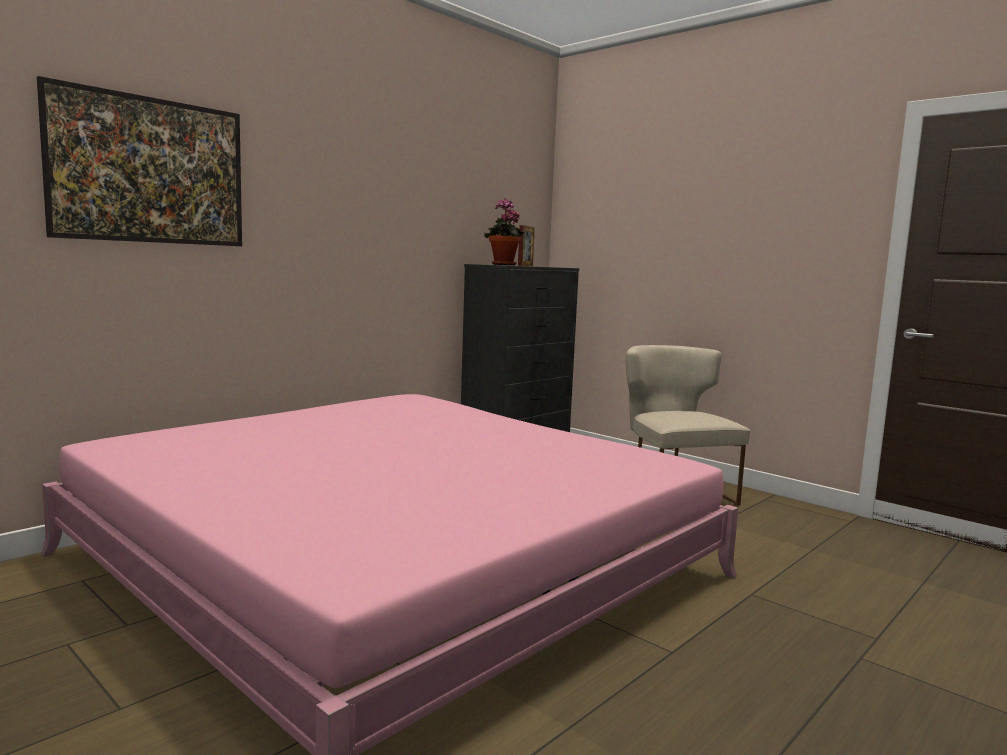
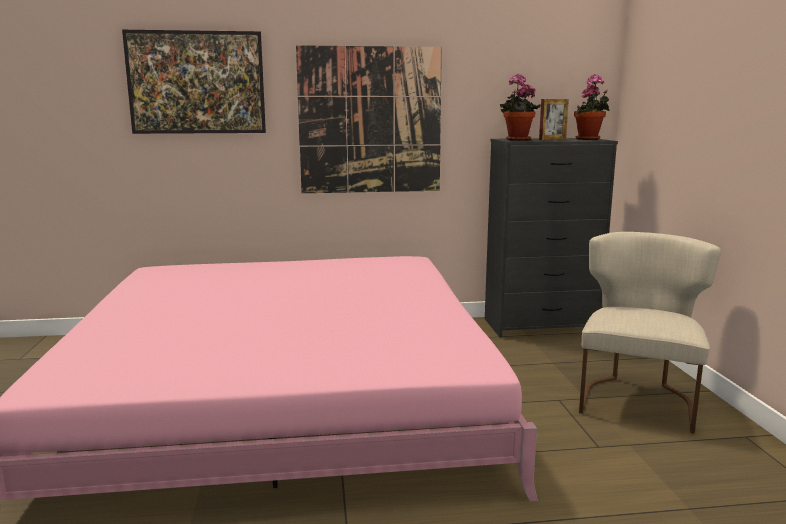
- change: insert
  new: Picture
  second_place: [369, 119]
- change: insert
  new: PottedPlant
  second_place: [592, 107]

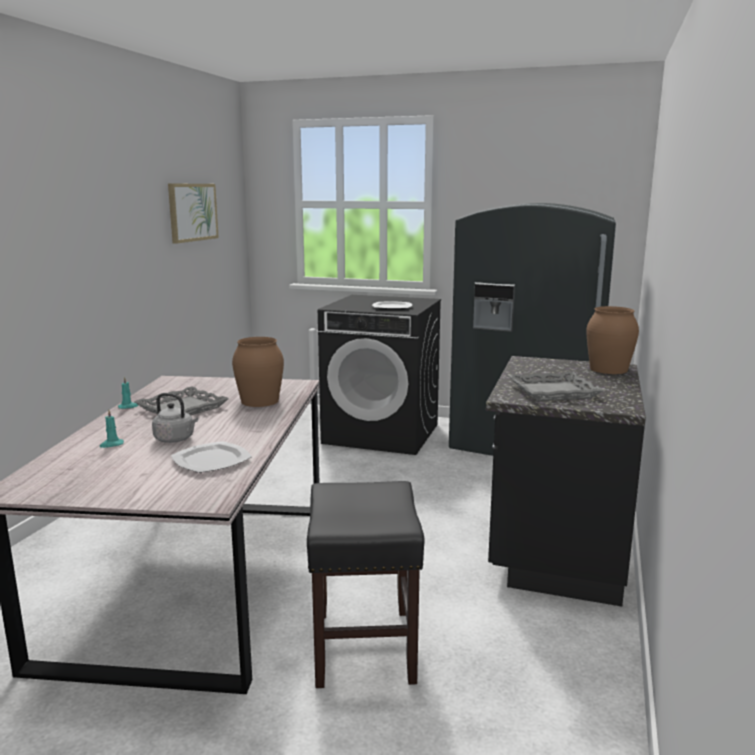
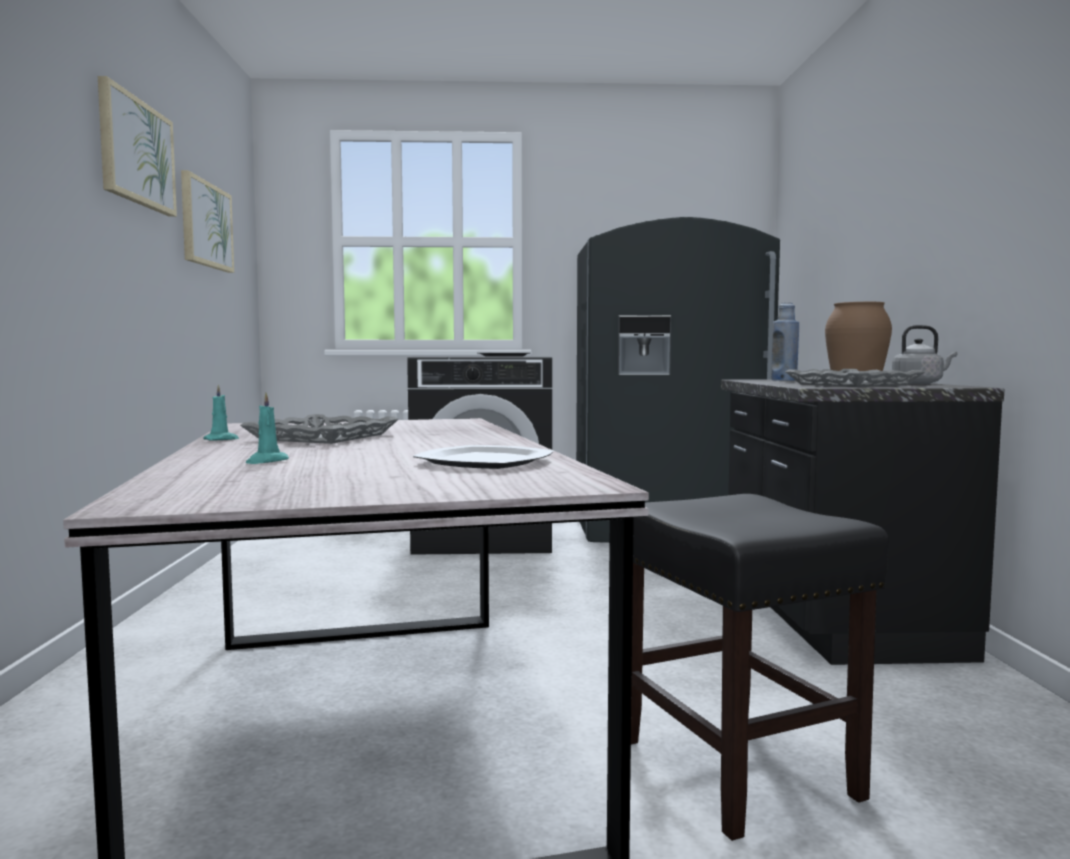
- change: move
  old: GreyKettle
  first_place: [175, 418]
  second_place: [924, 354]
- change: delete
  old: BrownVase
  first_place: [258, 372]
- change: insert
  new: Picture
  second_place: [137, 146]
- change: insert
  new: BlueBottle
  second_place: [785, 341]

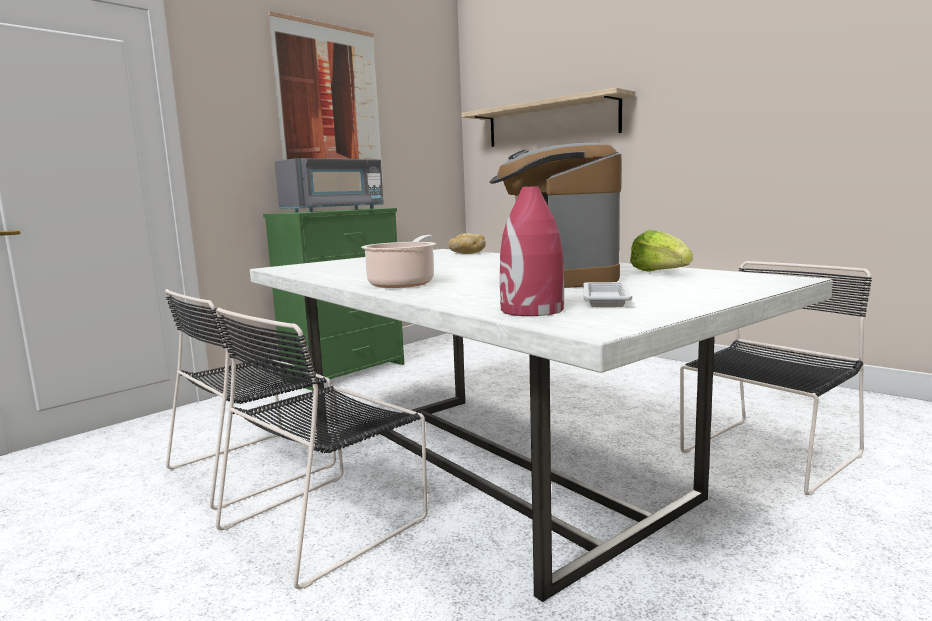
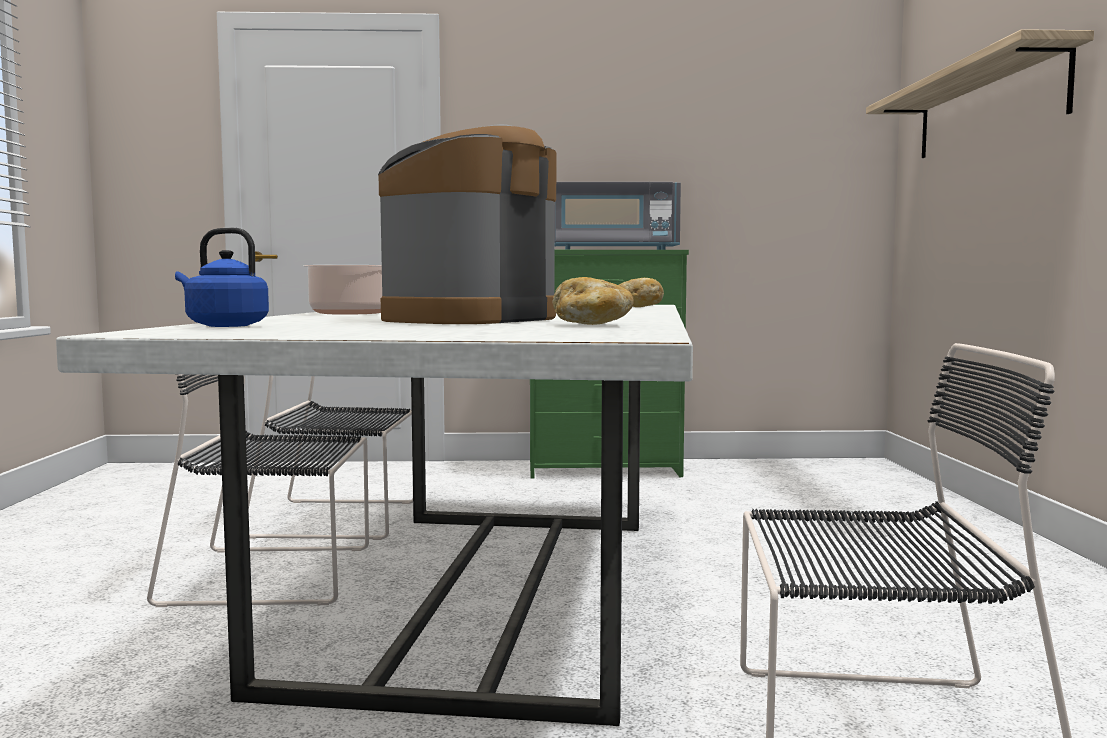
- change: delete
  old: Picture
  first_place: [326, 99]
- change: replace
  old: RedVase
  new: BlueKettle
  first_place: [532, 251]
  second_place: [222, 277]
- change: delete
  old: WhiteTray
  first_place: [607, 294]
- change: replace
  old: Lettuce
  new: Bread
  first_place: [661, 251]
  second_place: [593, 301]

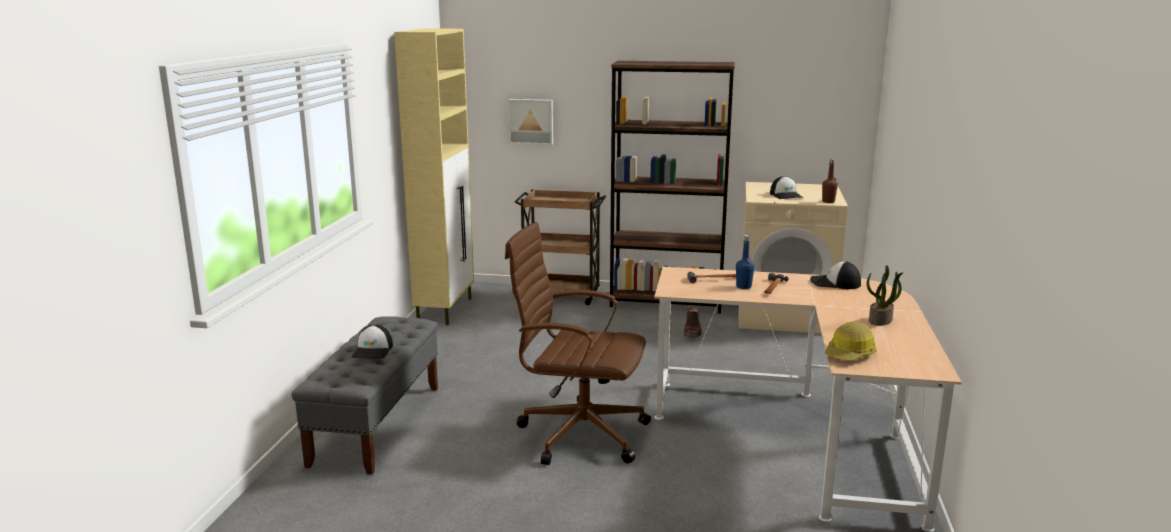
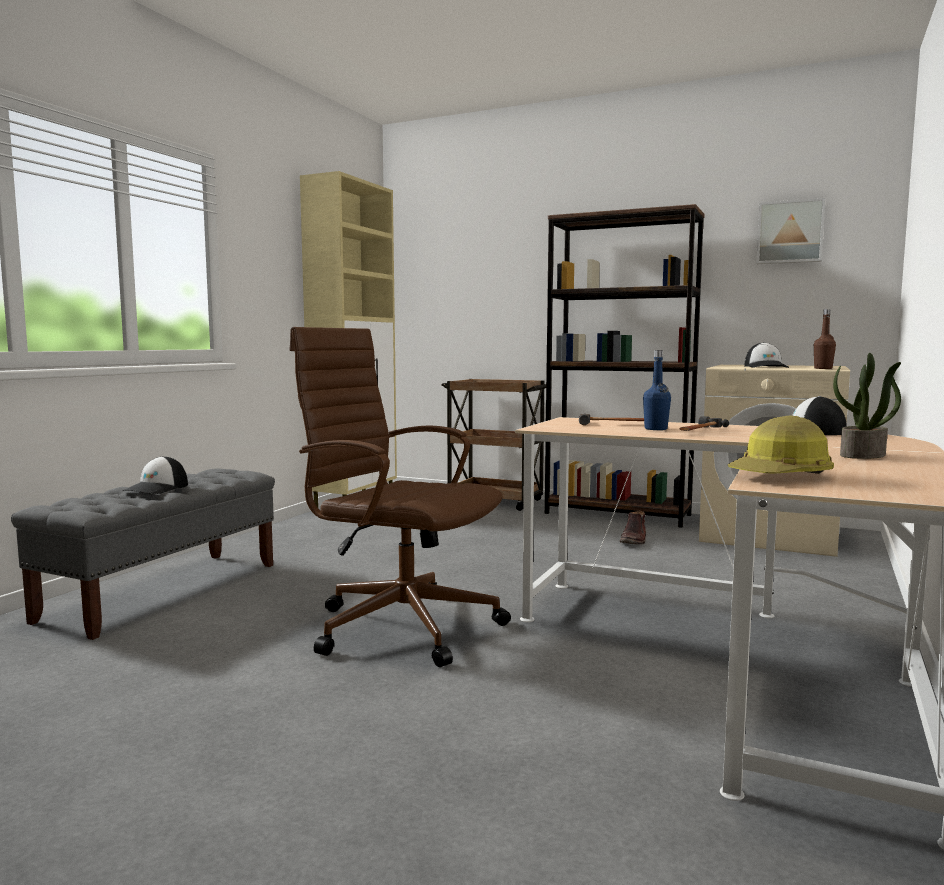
- change: move
  old: Picture
  first_place: [530, 122]
  second_place: [791, 231]

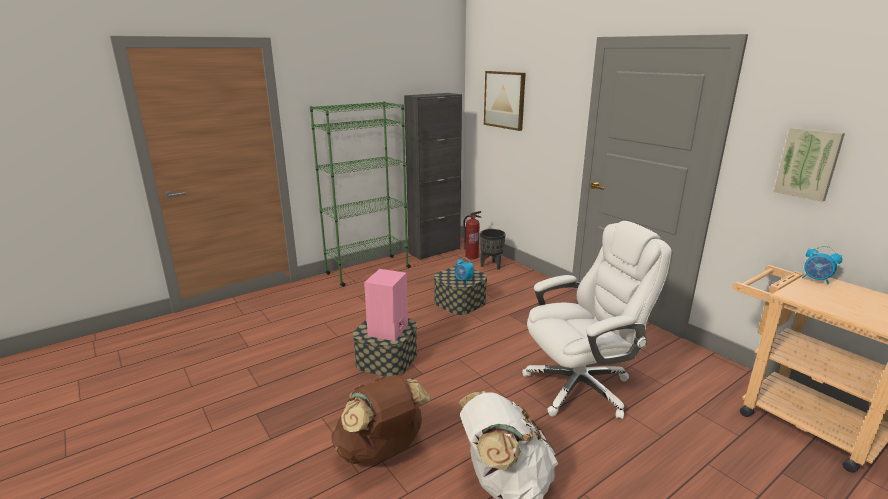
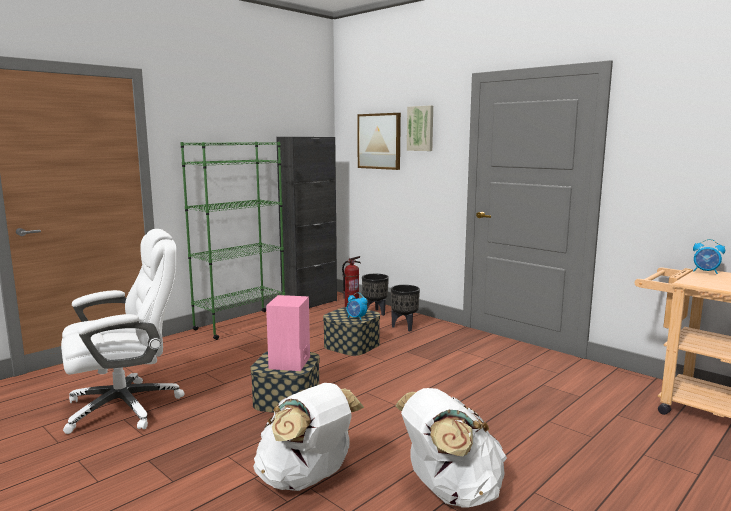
- change: recolor
  old: BrownBackpack
  new: WhiteBackpack
  first_place: [381, 420]
  second_place: [308, 437]
- change: move
  old: WhiteOfficeChair
  first_place: [596, 320]
  second_place: [123, 331]
- change: move
  old: Picture
  first_place: [809, 164]
  second_place: [420, 128]
- change: insert
  new: BlackPlanter
  second_place: [405, 308]

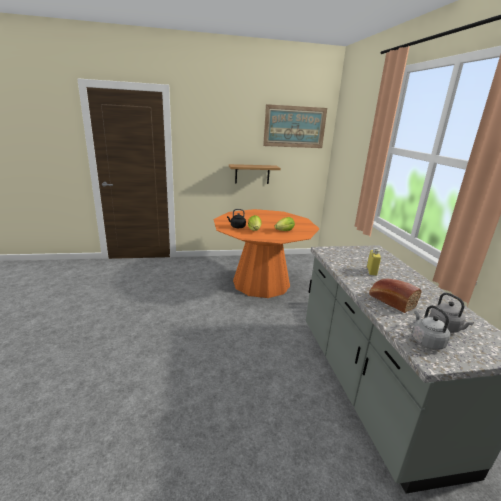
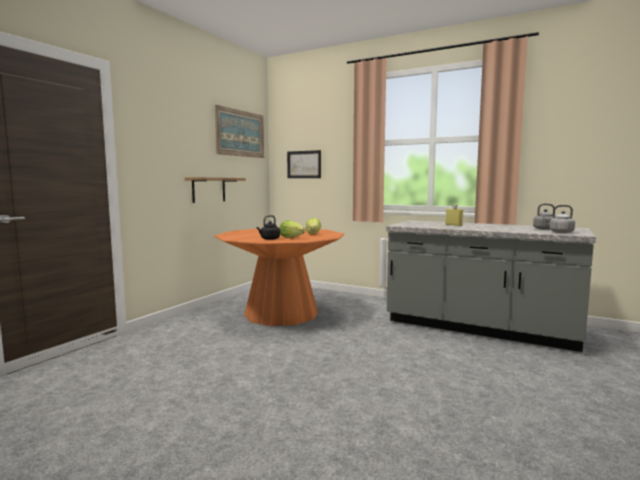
- change: delete
  old: Bread
  first_place: [395, 296]
- change: insert
  new: Picture
  second_place: [304, 164]

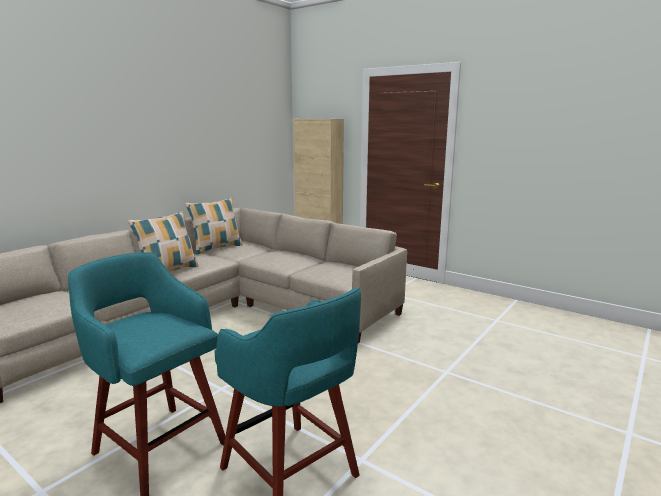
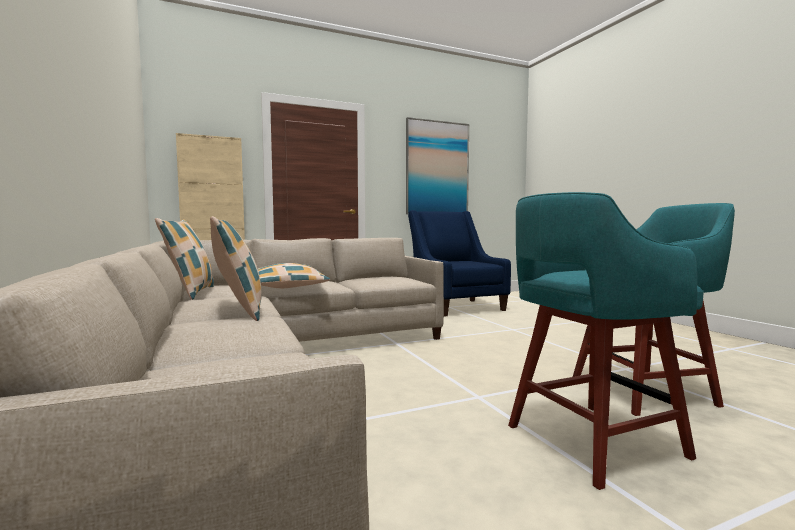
- change: insert
  new: Pillow
  second_place: [294, 275]
- change: insert
  new: Picture
  second_place: [437, 165]
- change: insert
  new: BlueArmchair
  second_place: [459, 263]

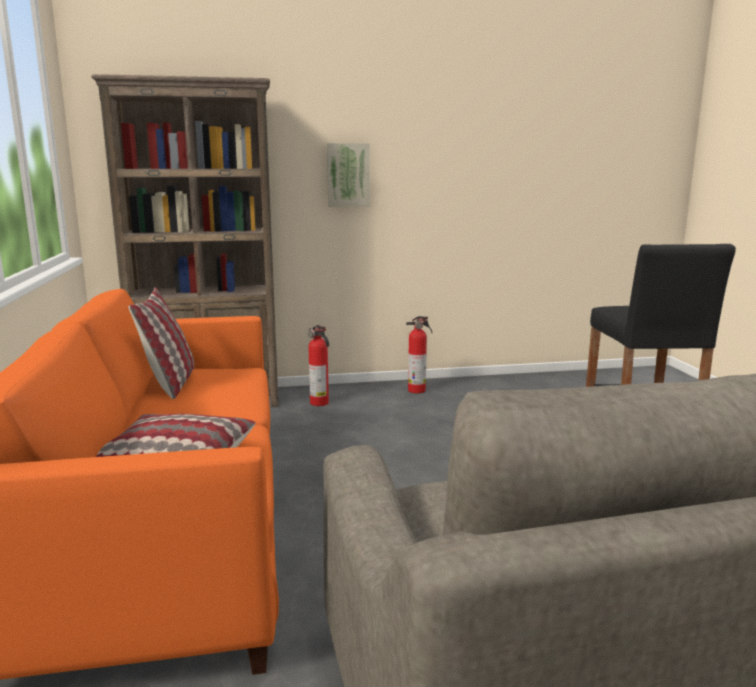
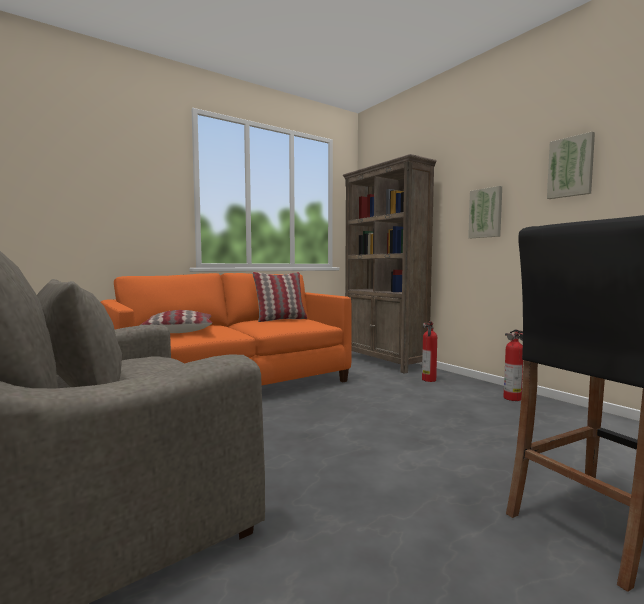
- change: insert
  new: Picture
  second_place: [571, 165]

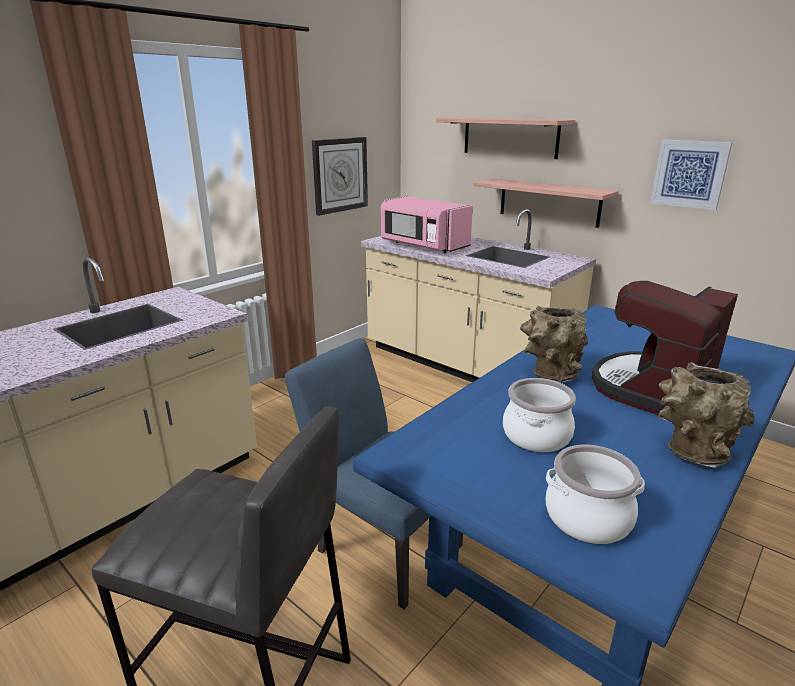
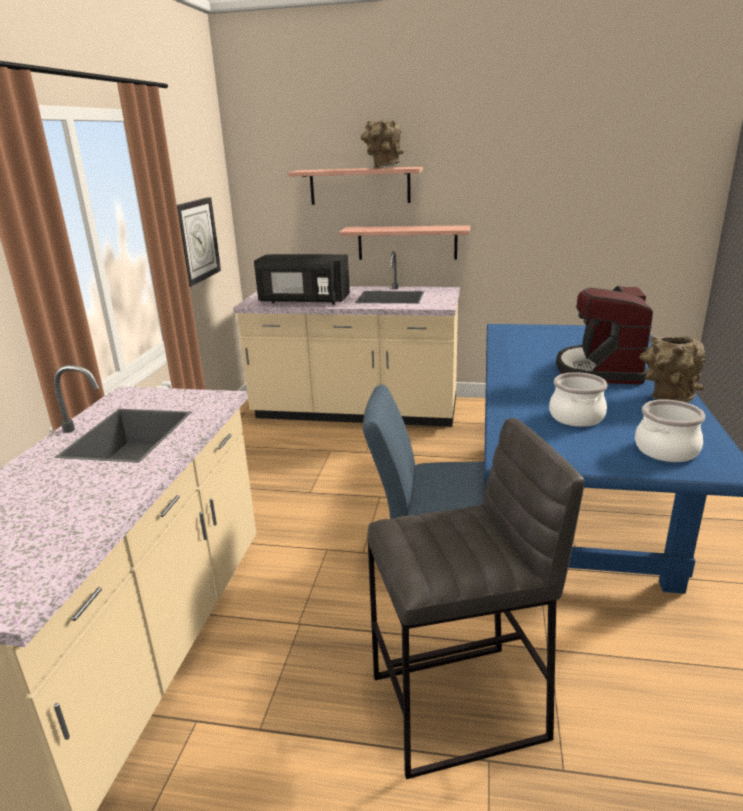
- change: recolor
  old: PinkMicrowave
  new: BlackMicrowave
  first_place: [427, 224]
  second_place: [302, 279]
- change: move
  old: BrownVase
  first_place: [554, 344]
  second_place: [382, 144]
- change: delete
  old: Picture
  first_place: [691, 175]

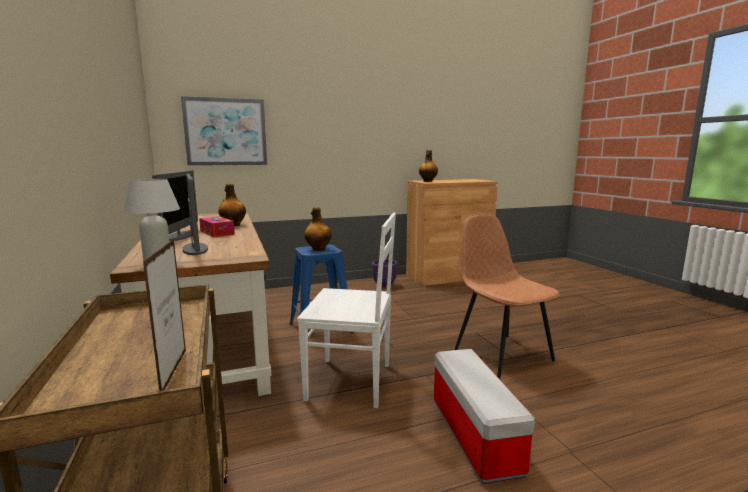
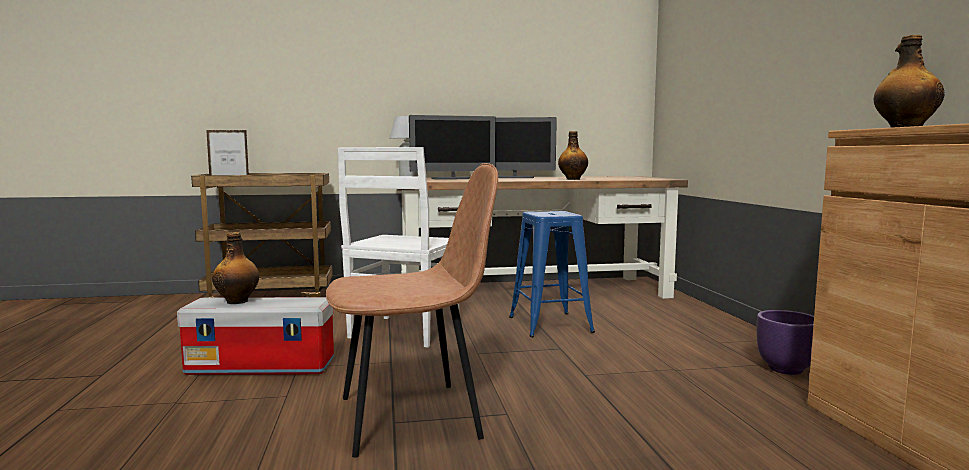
- change: delete
  old: Picture
  first_place: [224, 131]
- change: delete
  old: TissueBox
  first_place: [217, 226]
- change: move
  old: Bottle
  first_place: [318, 229]
  second_place: [235, 268]

